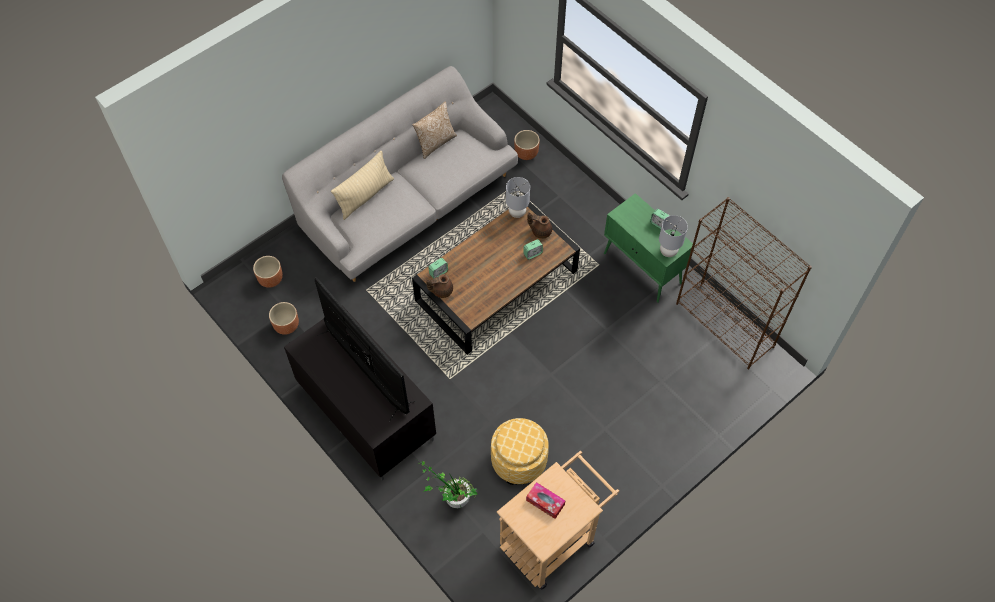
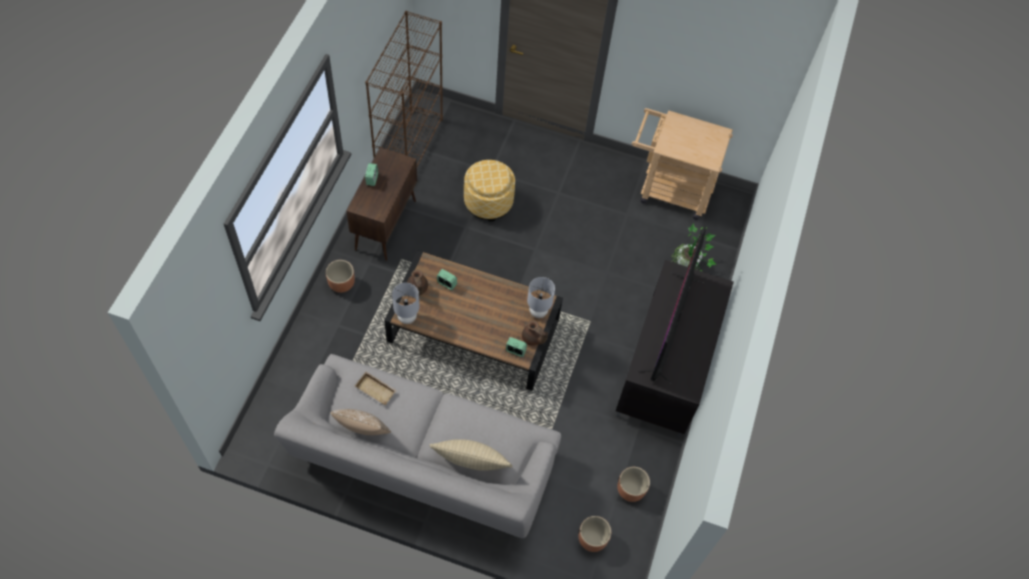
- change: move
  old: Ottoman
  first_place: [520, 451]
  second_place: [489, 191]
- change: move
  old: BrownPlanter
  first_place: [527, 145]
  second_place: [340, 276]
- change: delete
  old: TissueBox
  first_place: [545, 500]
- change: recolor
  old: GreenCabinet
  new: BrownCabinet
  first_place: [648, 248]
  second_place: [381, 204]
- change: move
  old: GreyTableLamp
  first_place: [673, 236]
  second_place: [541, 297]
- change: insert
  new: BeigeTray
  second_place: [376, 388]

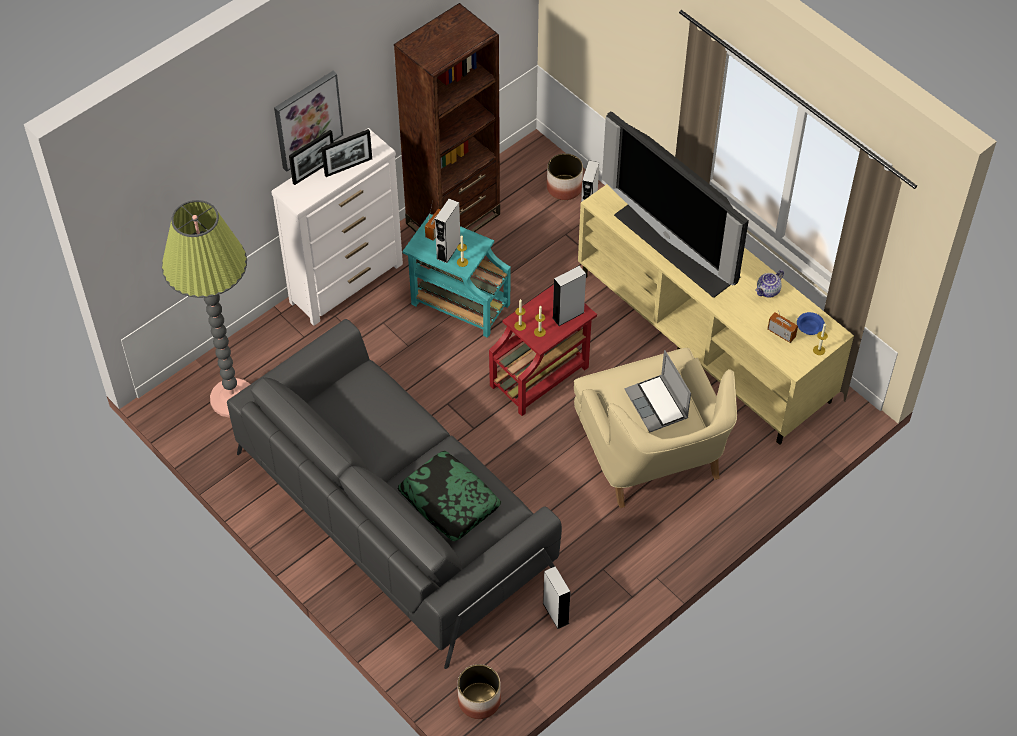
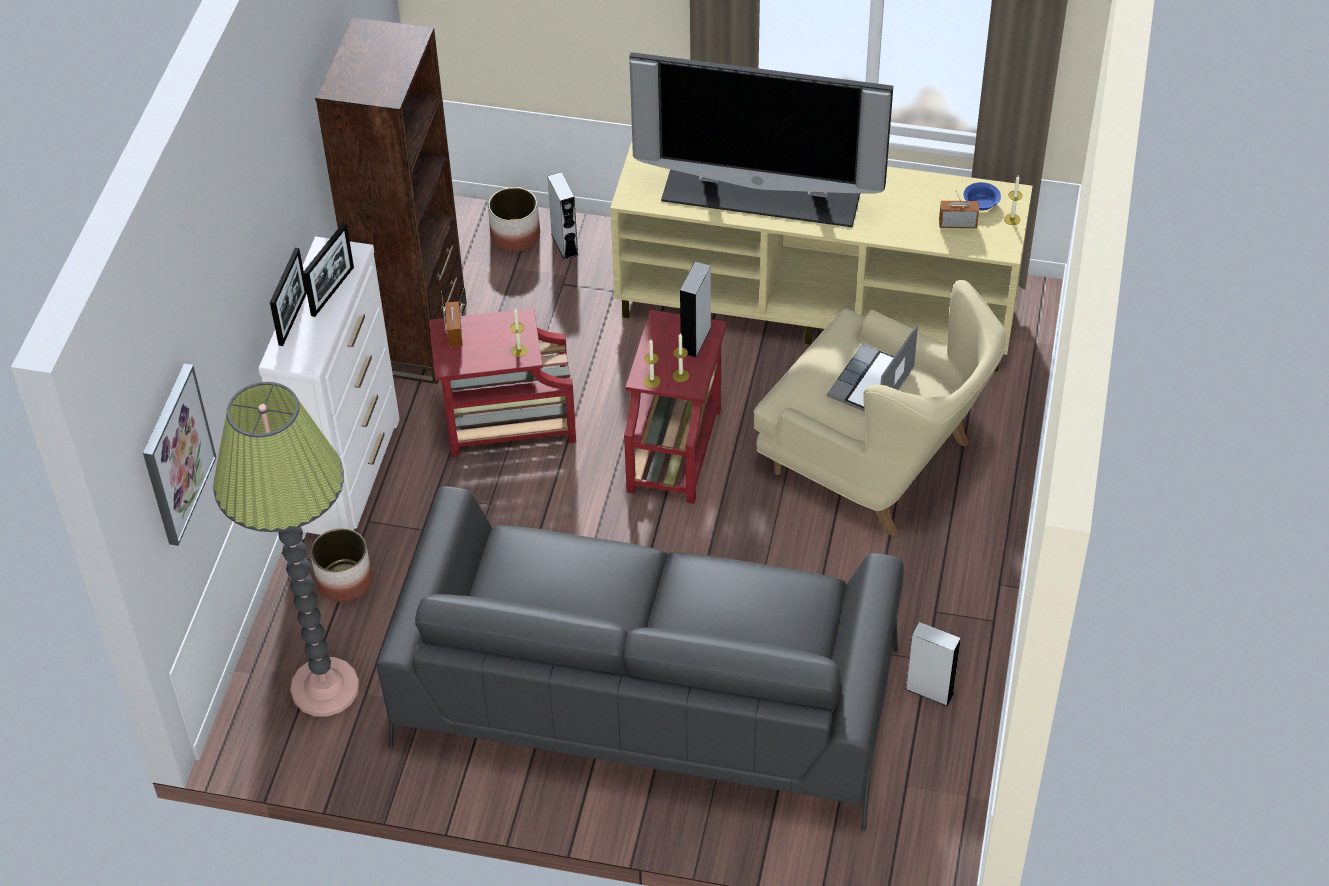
- change: move
  old: Picture
  first_place: [308, 121]
  second_place: [180, 455]
- change: delete
  old: Pillow
  first_place: [449, 496]
- change: recolor
  old: TurquoiseSideTable
  new: RedSideTable
  first_place: [457, 276]
  second_place: [502, 382]
- change: delete
  old: GreySpeaker
  first_place: [448, 231]
- change: move
  old: Planter
  first_place: [479, 691]
  second_place: [341, 565]
- change: rotate
  old: Laptop
  first_place: [658, 391]
  second_place: [872, 368]
  degrees: 90
- change: delete
  old: Teapot
  first_place: [769, 283]

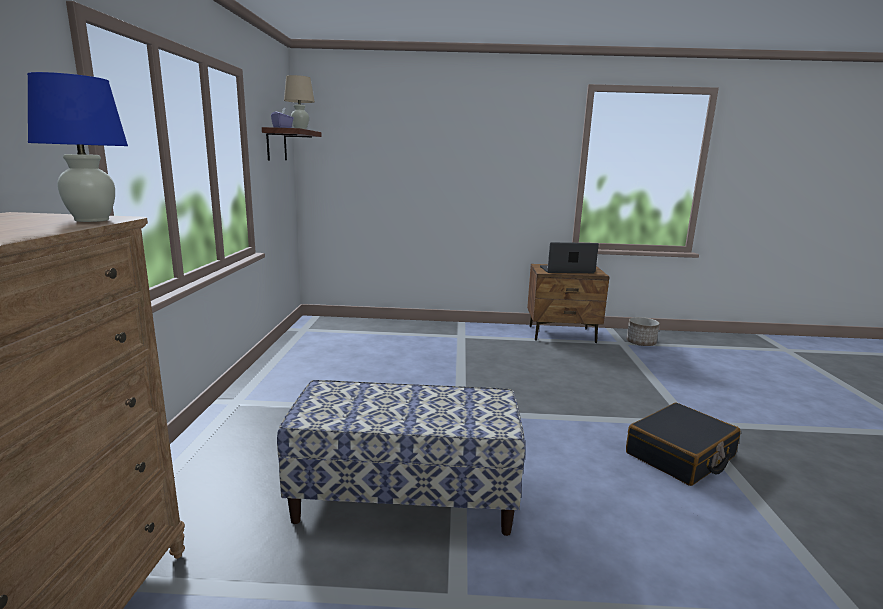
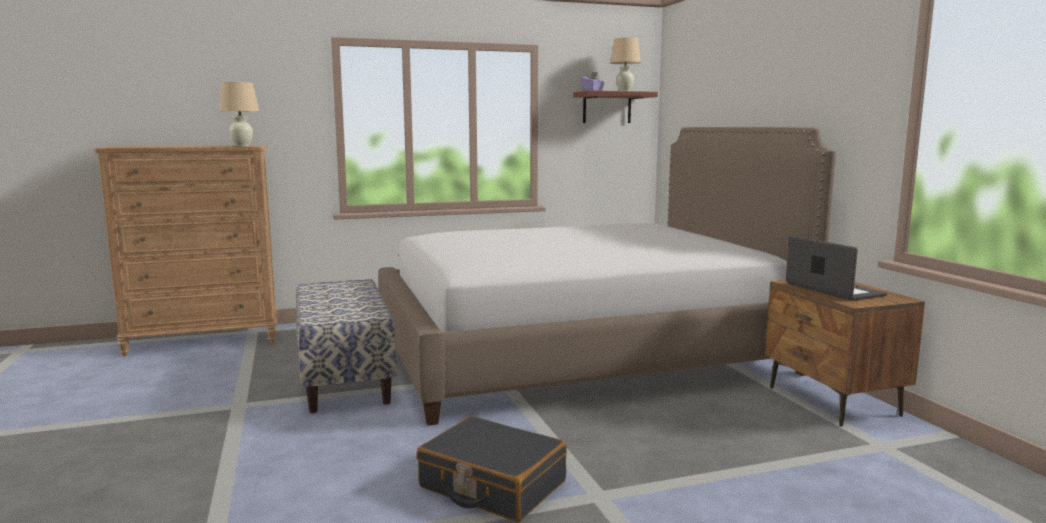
- change: recolor
  old: BlueTableLamp
  new: BeigeTableLamp
  first_place: [77, 147]
  second_place: [239, 114]
- change: delete
  old: Planter
  first_place: [643, 331]
- change: insert
  new: Bed
  second_place: [607, 276]

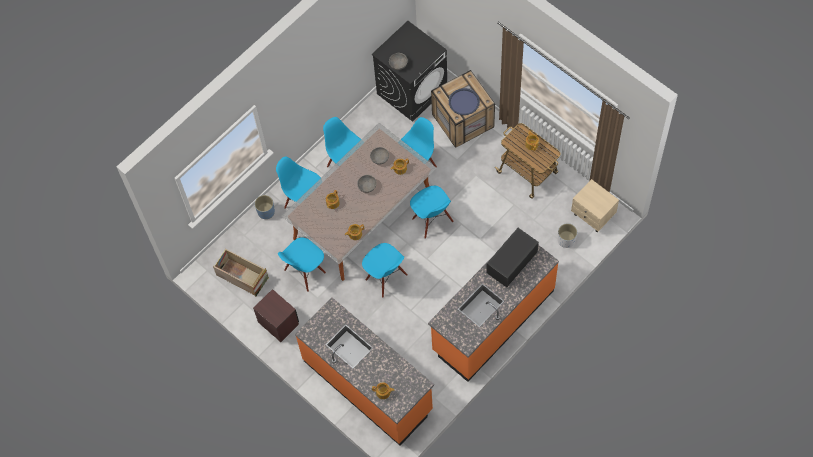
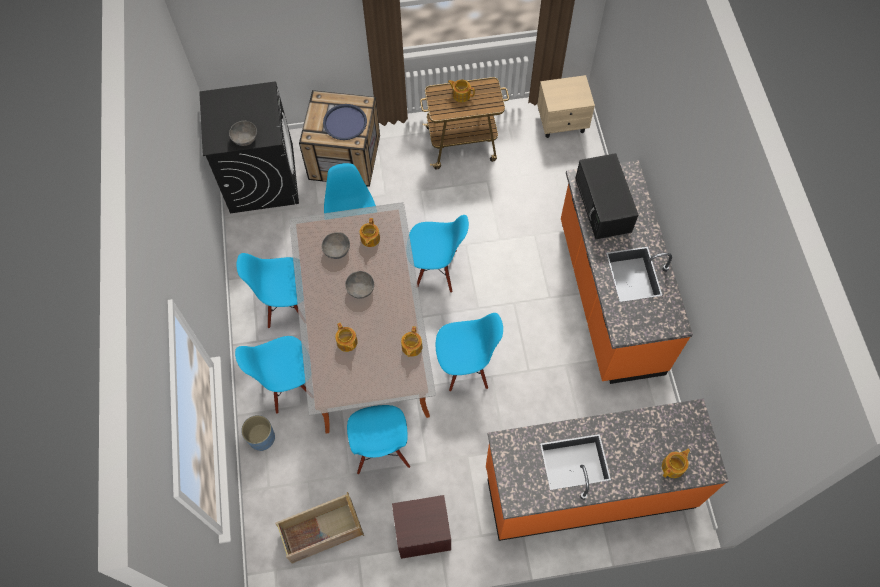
- change: delete
  old: WhitePlanter
  first_place: [567, 235]

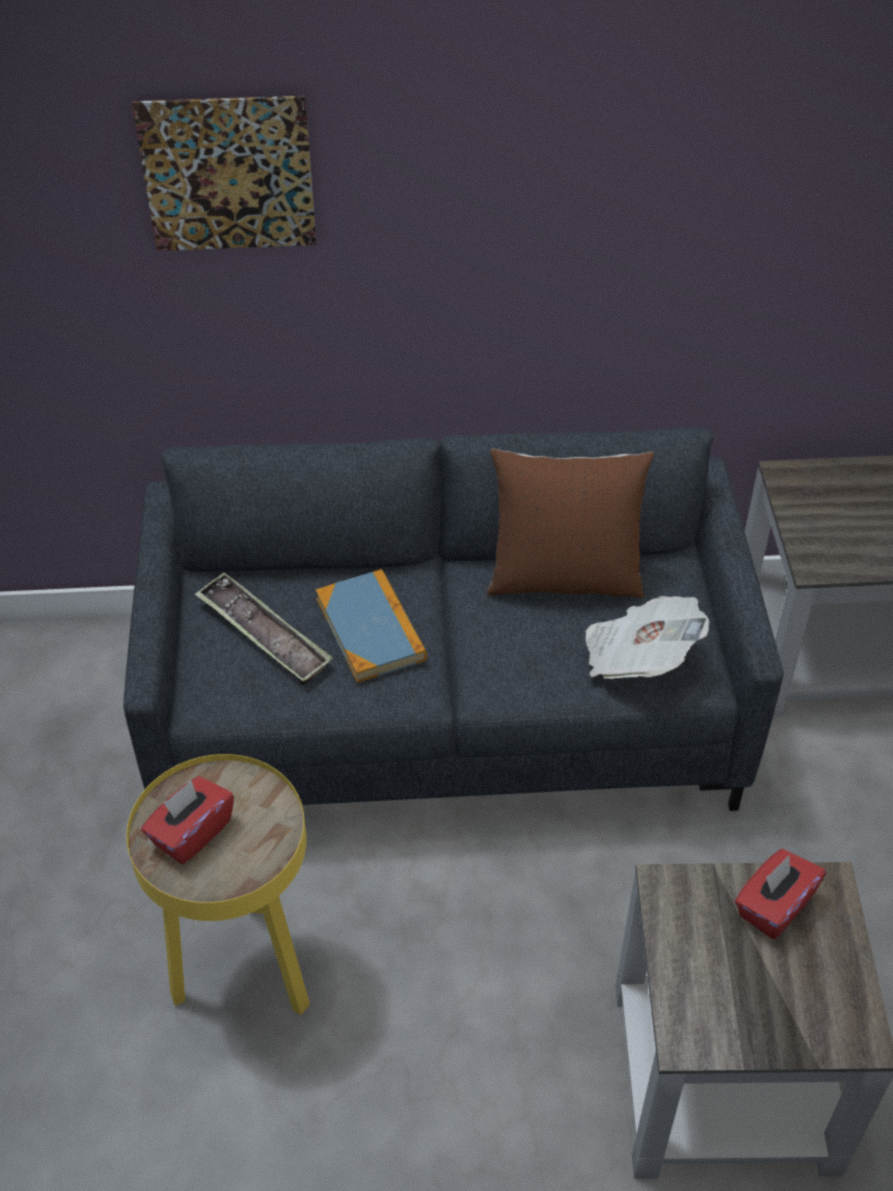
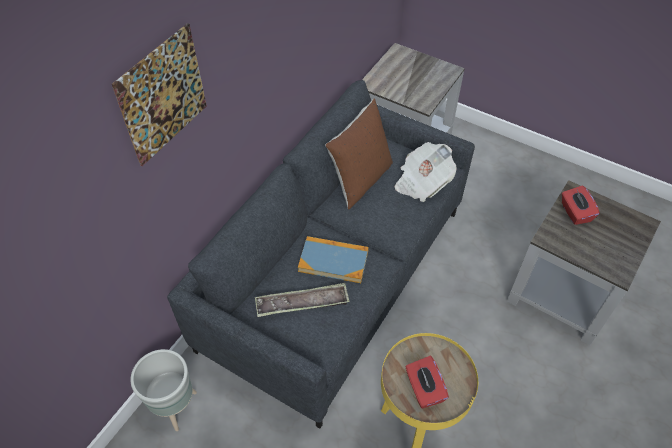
- change: insert
  new: GreyPlanter
  second_place: [163, 390]

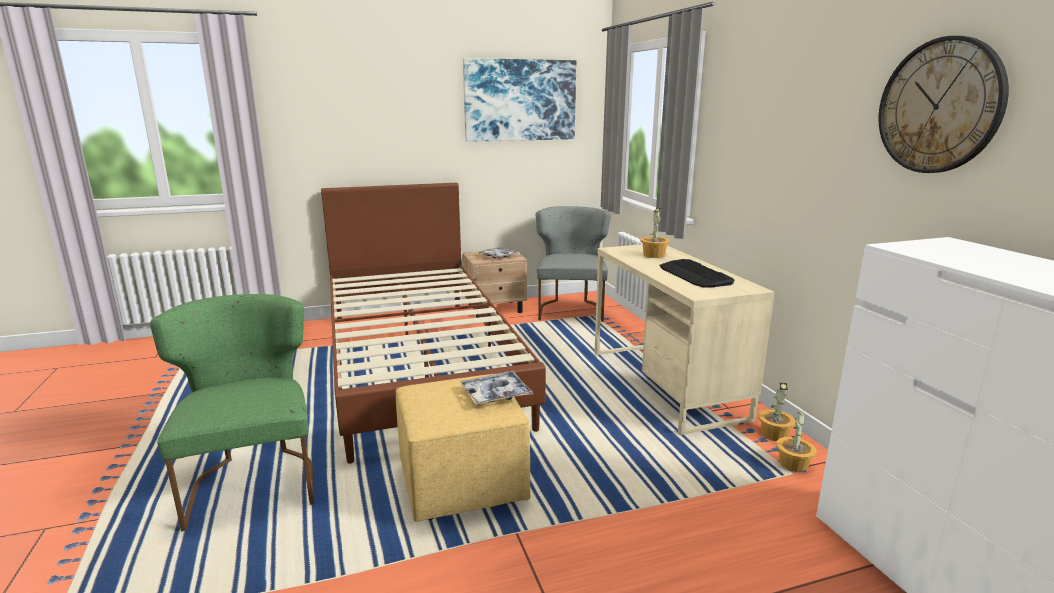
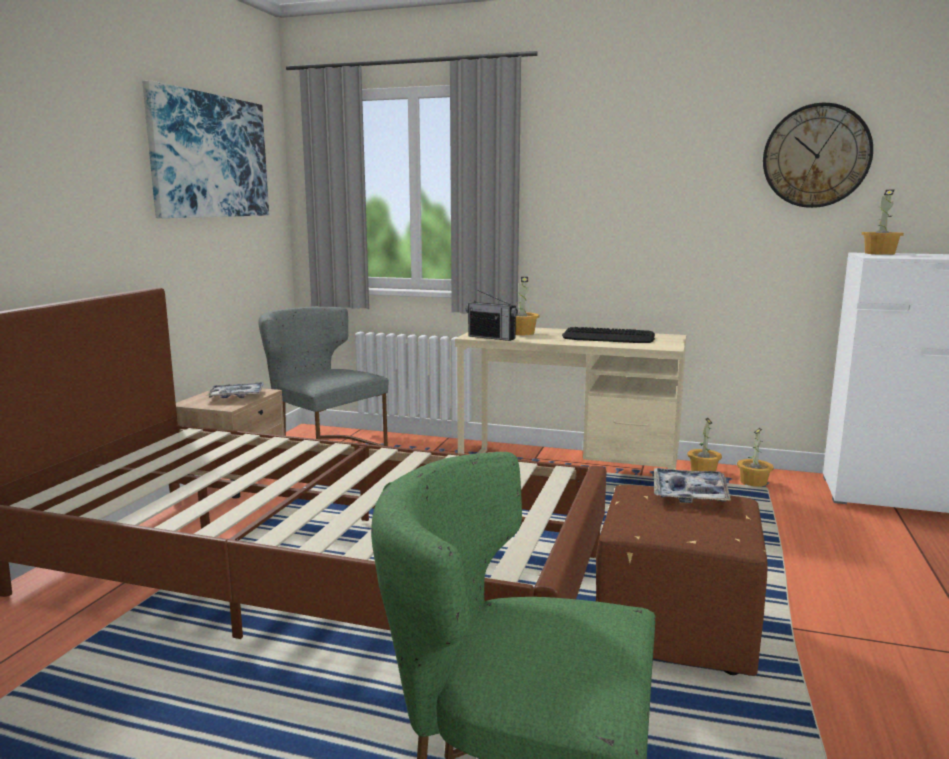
- change: recolor
  old: YellowOttoman
  new: BrownOttoman
  first_place: [463, 448]
  second_place: [682, 580]
- change: insert
  new: Radio
  second_place: [492, 314]
- change: insert
  new: PottedPlant
  second_place: [882, 222]

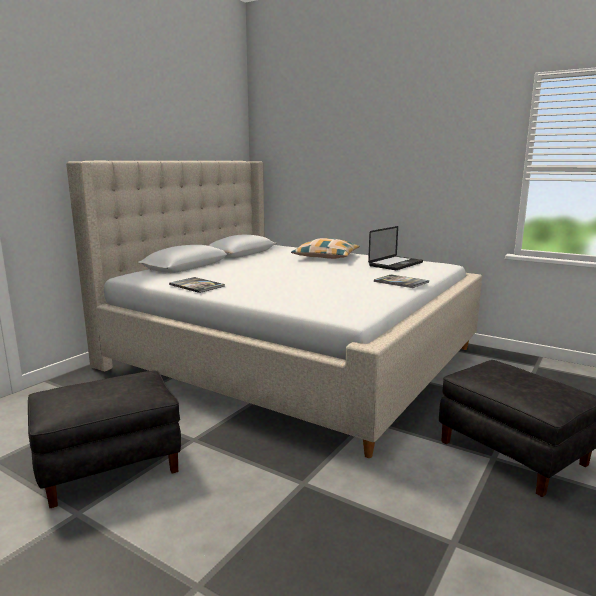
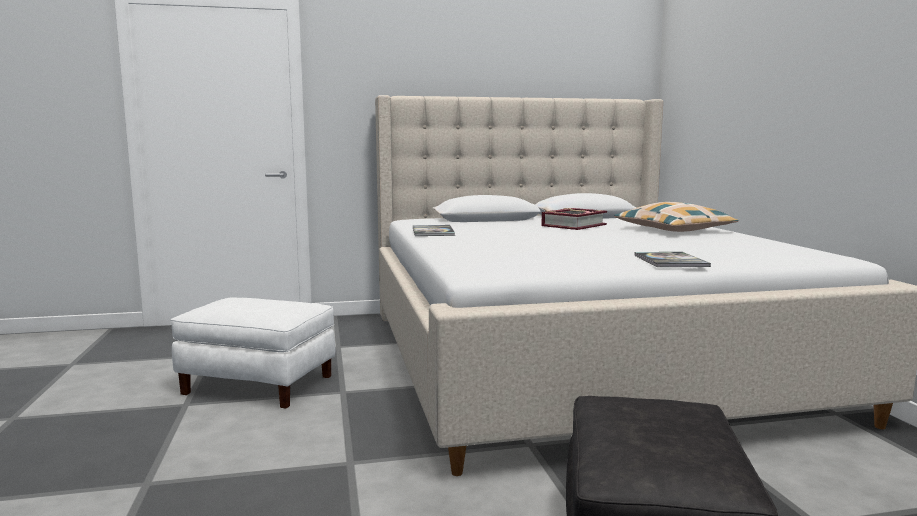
- change: recolor
  old: BlackOttoman
  new: WhiteOttoman
  first_place: [104, 439]
  second_place: [253, 352]
- change: delete
  old: Laptop
  first_place: [395, 248]
- change: insert
  new: Book
  second_place: [574, 219]

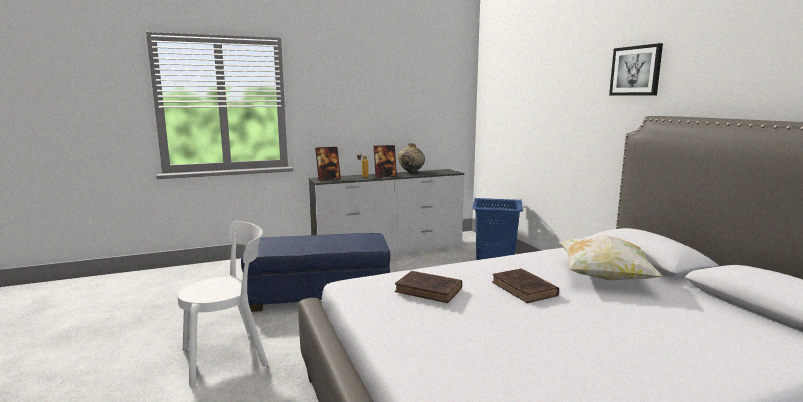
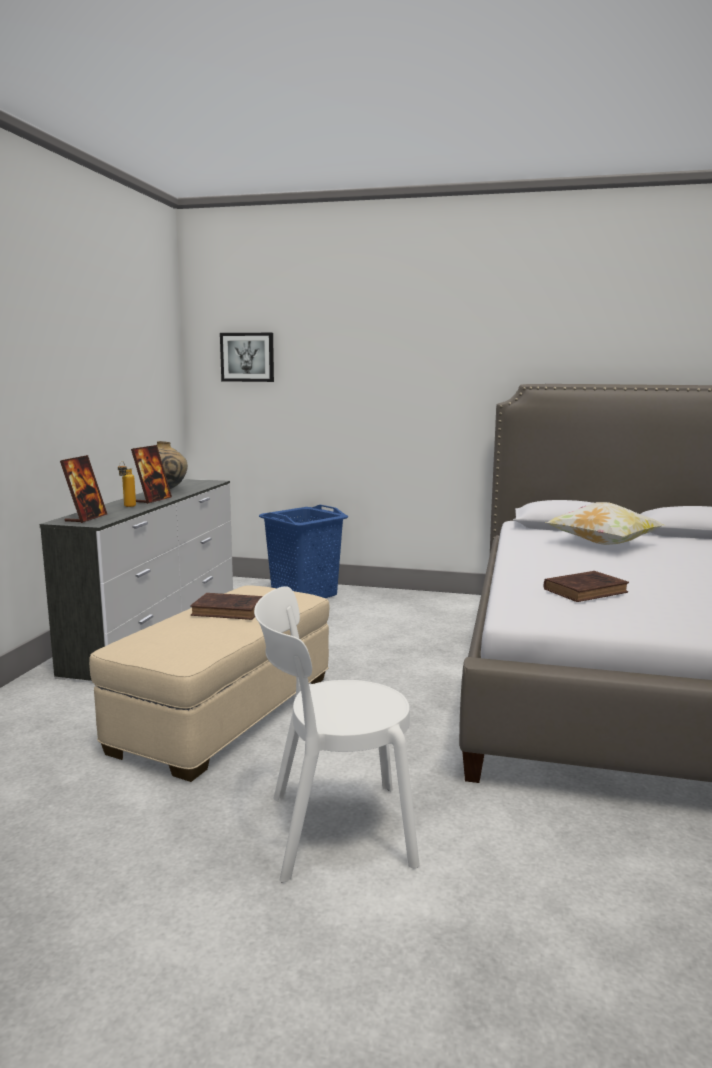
- change: rotate
  old: WhiteChair
  first_place: [223, 304]
  second_place: [337, 734]
  degrees: -105
- change: recolor
  old: BlueOttoman
  new: BeigeOttoman
  first_place: [315, 272]
  second_place: [209, 683]
- change: move
  old: BrownBook
  first_place: [525, 285]
  second_place: [226, 606]
- change: move
  old: Picture
  first_place: [636, 69]
  second_place: [247, 357]

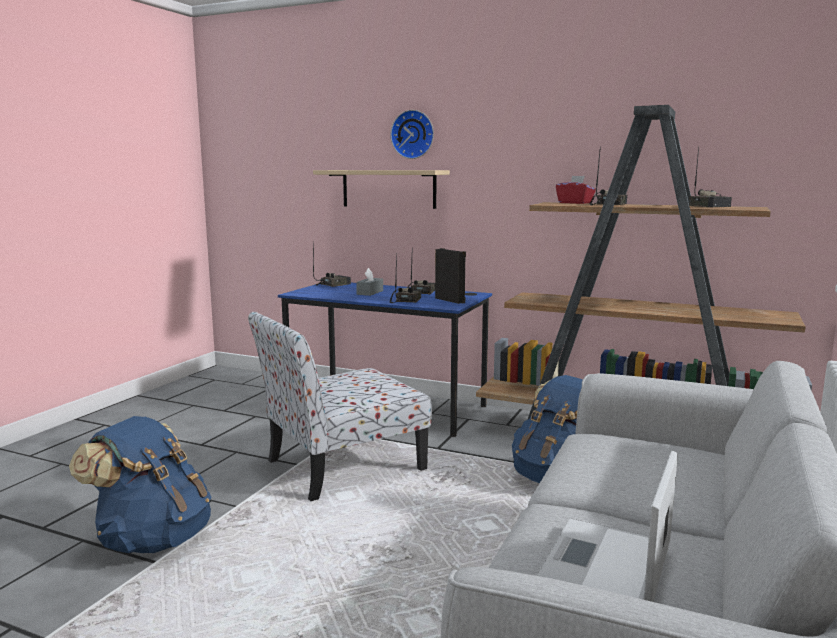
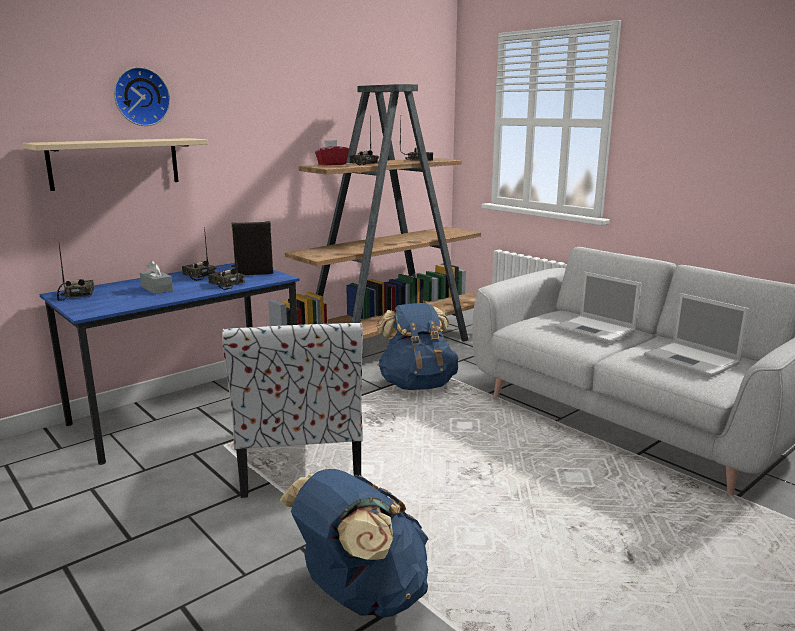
- change: insert
  new: Laptop
  second_place: [598, 307]

